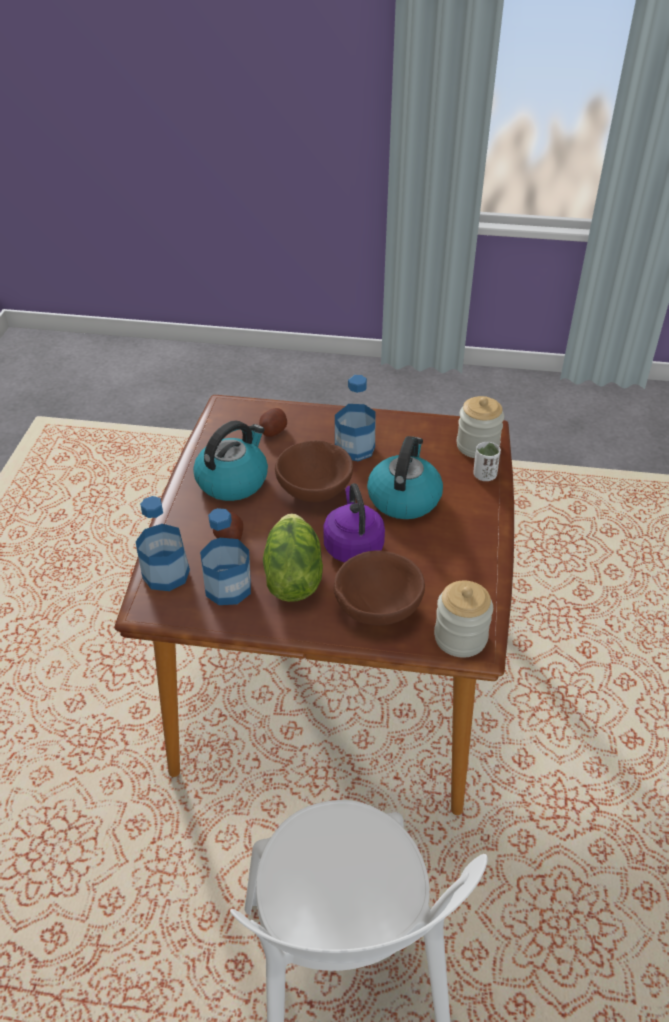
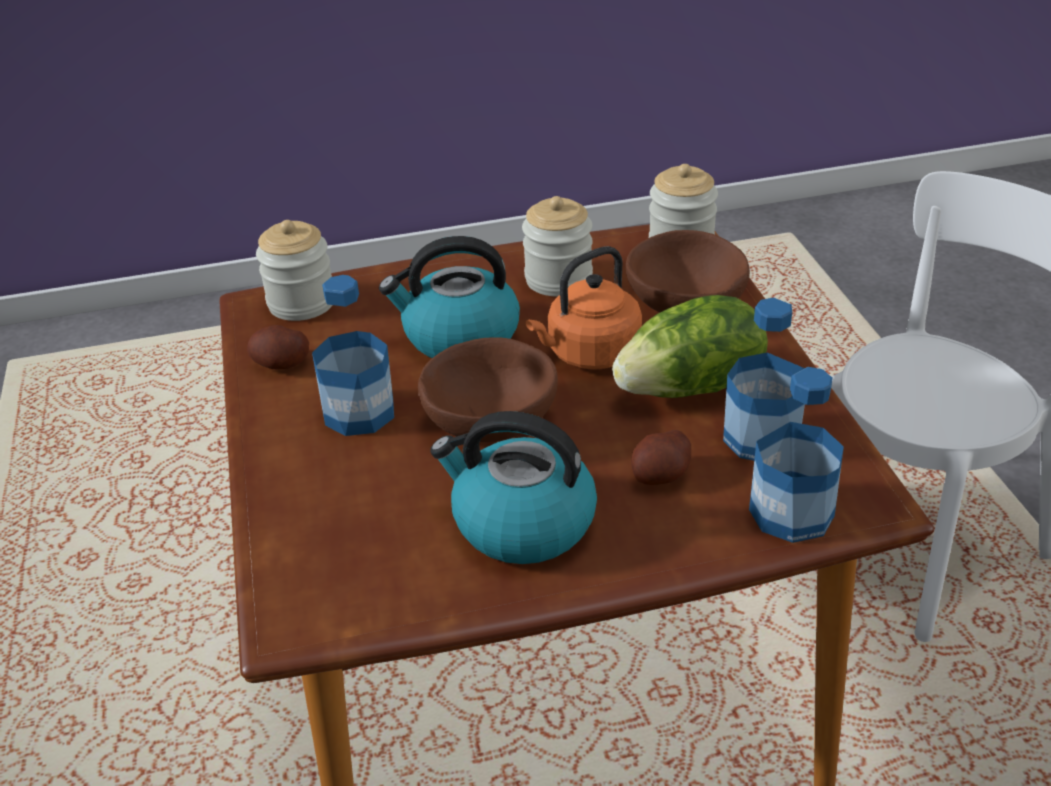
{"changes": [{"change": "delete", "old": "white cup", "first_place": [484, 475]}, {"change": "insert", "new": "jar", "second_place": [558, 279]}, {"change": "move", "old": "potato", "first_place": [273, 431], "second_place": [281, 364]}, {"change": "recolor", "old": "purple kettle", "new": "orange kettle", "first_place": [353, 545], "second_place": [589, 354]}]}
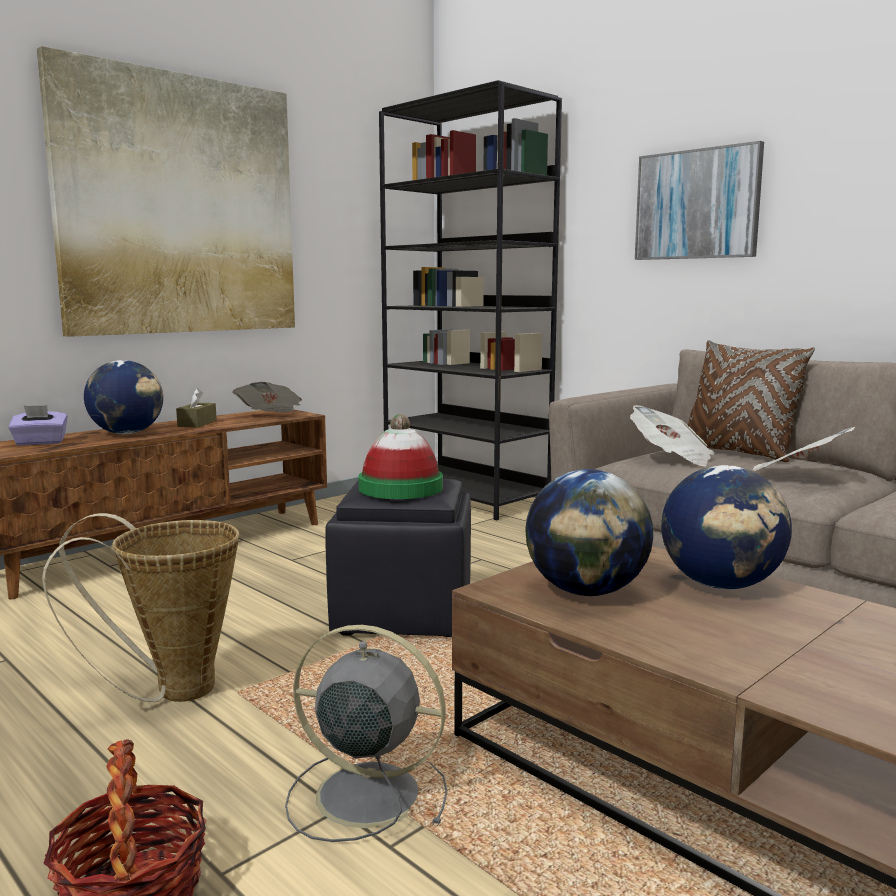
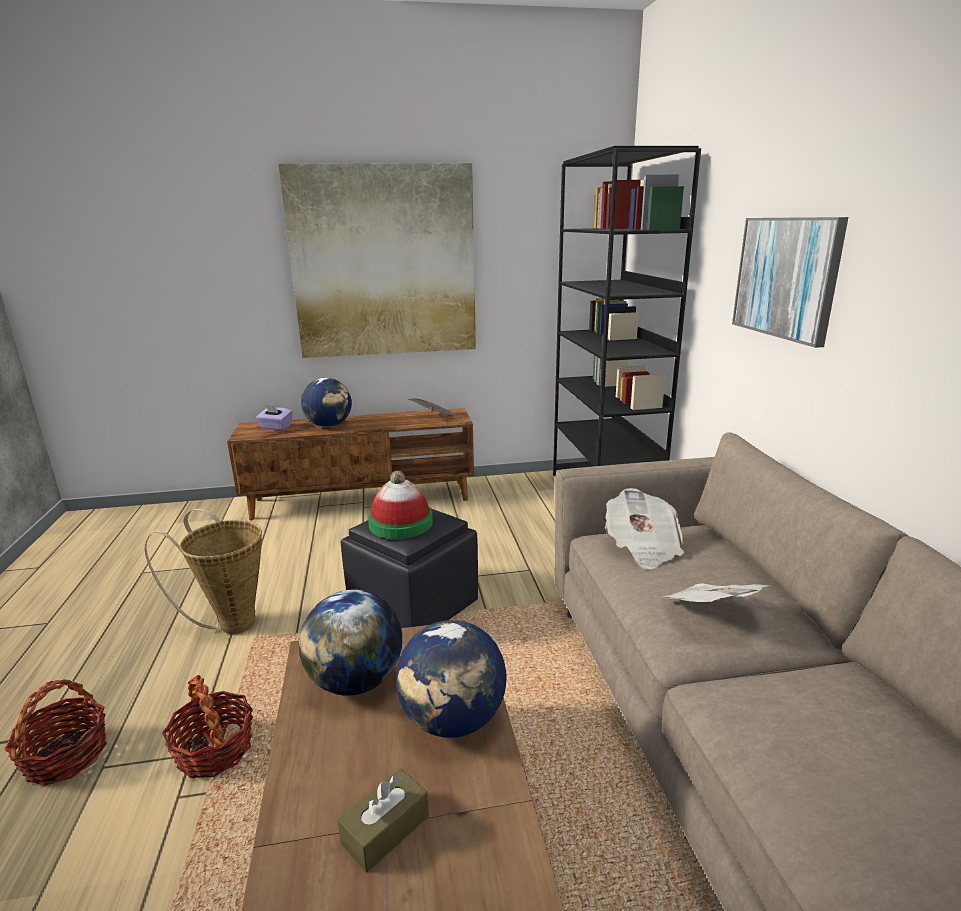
{"changes": [{"change": "delete", "old": "brown pillow", "first_place": [738, 453]}, {"change": "move", "old": "brown tissue box", "first_place": [197, 423], "second_place": [385, 830]}, {"change": "replace", "old": "grey fan", "new": "basket", "first_place": [364, 793], "second_place": [214, 750]}]}
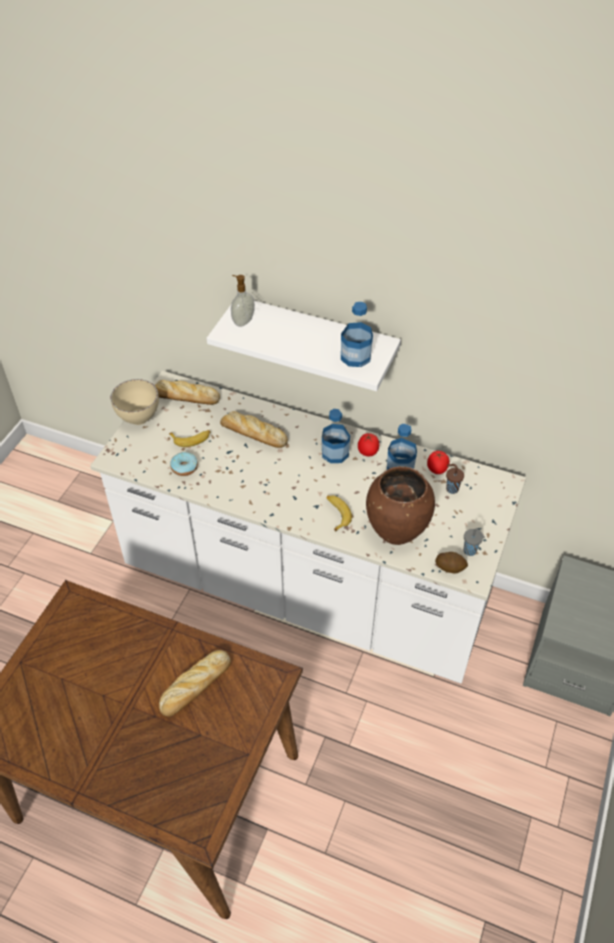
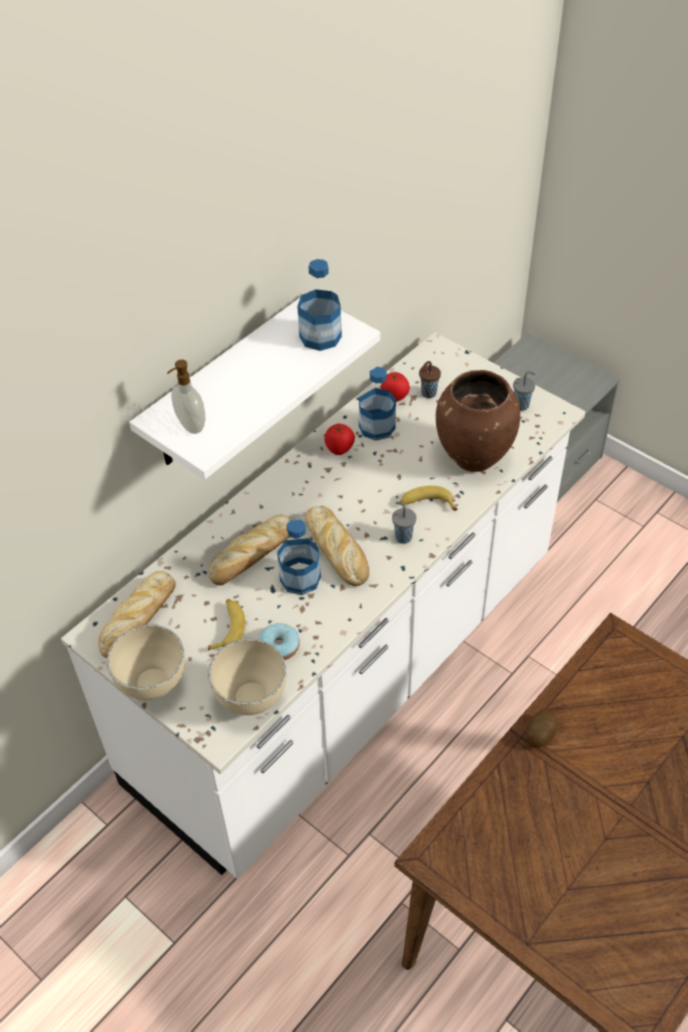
{"changes": [{"change": "insert", "new": "beige bowl", "second_place": [253, 701]}, {"change": "insert", "new": "grey cup", "second_place": [402, 536]}, {"change": "move", "old": "bread", "first_place": [194, 687], "second_place": [337, 551]}, {"change": "move", "old": "bottle", "first_place": [335, 453], "second_place": [300, 578]}, {"change": "move", "old": "potato", "first_place": [450, 567], "second_place": [540, 734]}]}
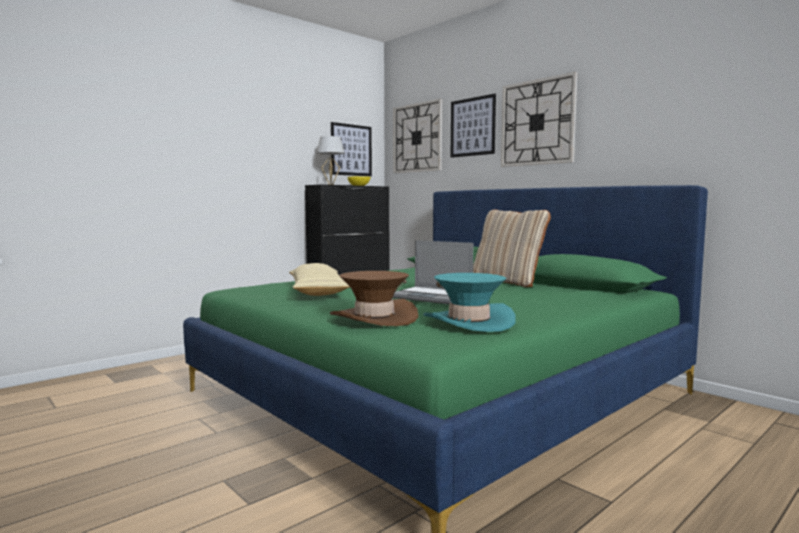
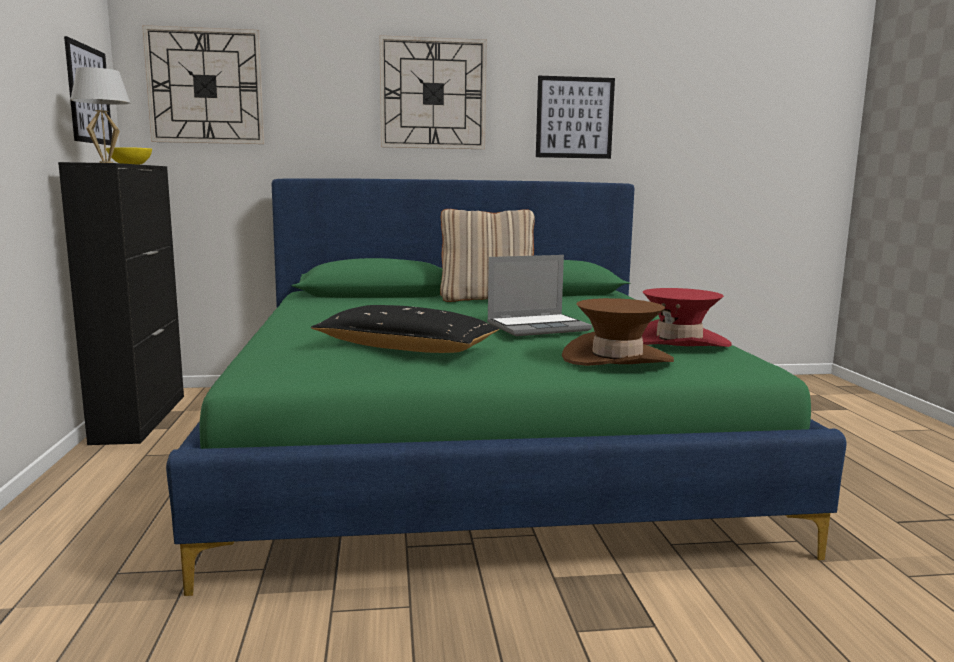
{"changes": [{"change": "move", "old": "picture", "first_place": [472, 127], "second_place": [574, 117]}, {"change": "recolor", "old": "beige pillow", "new": "black pillow", "first_place": [317, 291], "second_place": [406, 348]}, {"change": "recolor", "old": "turquoise hat", "new": "red hat", "first_place": [469, 321], "second_place": [678, 342]}]}
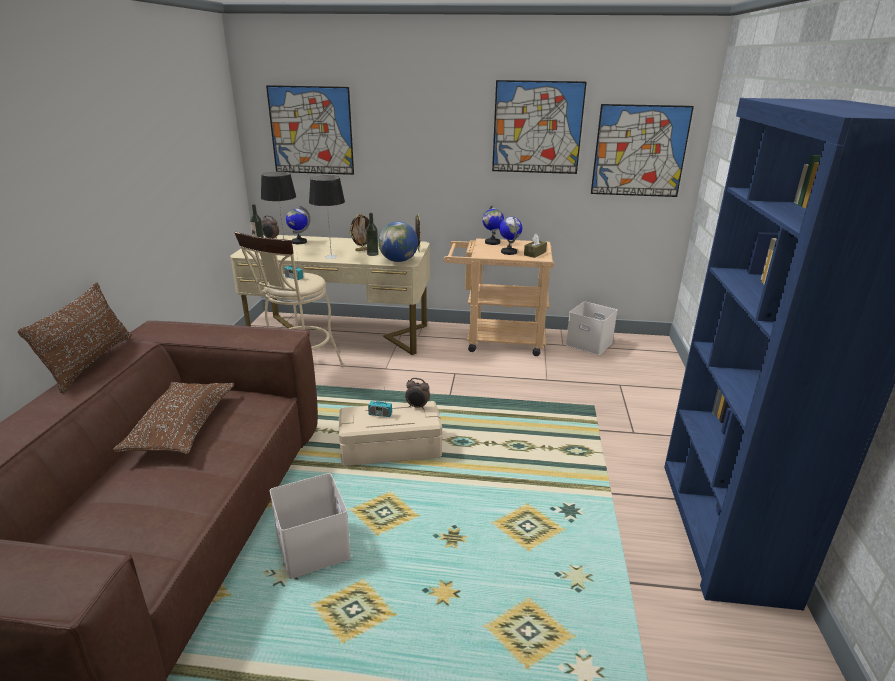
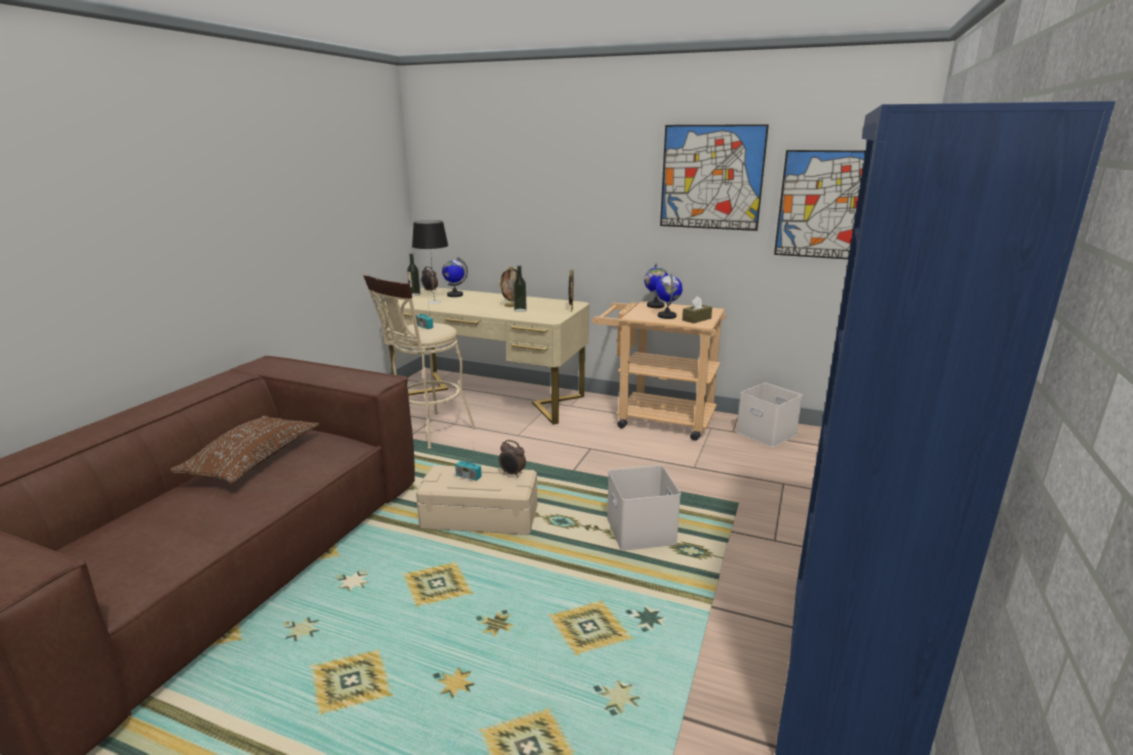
{"changes": [{"change": "delete", "old": "brown pillow", "first_place": [90, 362]}, {"change": "delete", "old": "picture", "first_place": [311, 130]}, {"change": "delete", "old": "table lamp", "first_place": [331, 257]}, {"change": "delete", "old": "globe", "first_place": [398, 261]}, {"change": "move", "old": "white storage box", "first_place": [315, 548], "second_place": [642, 532]}]}
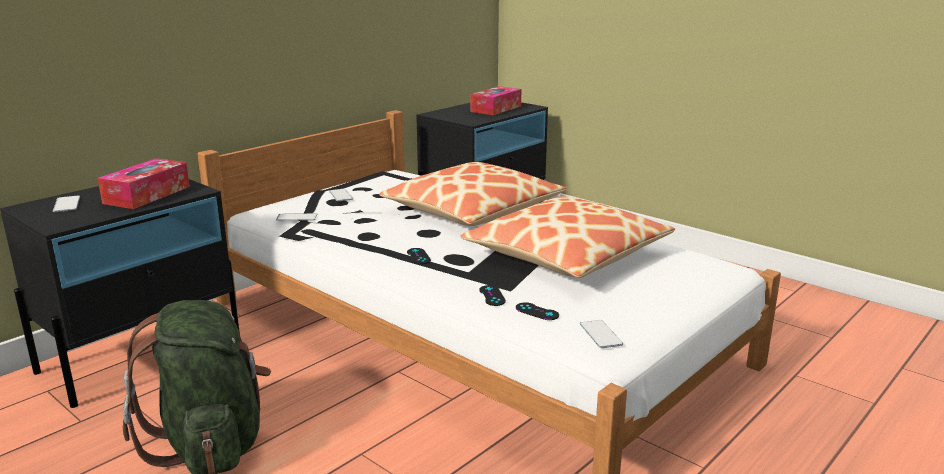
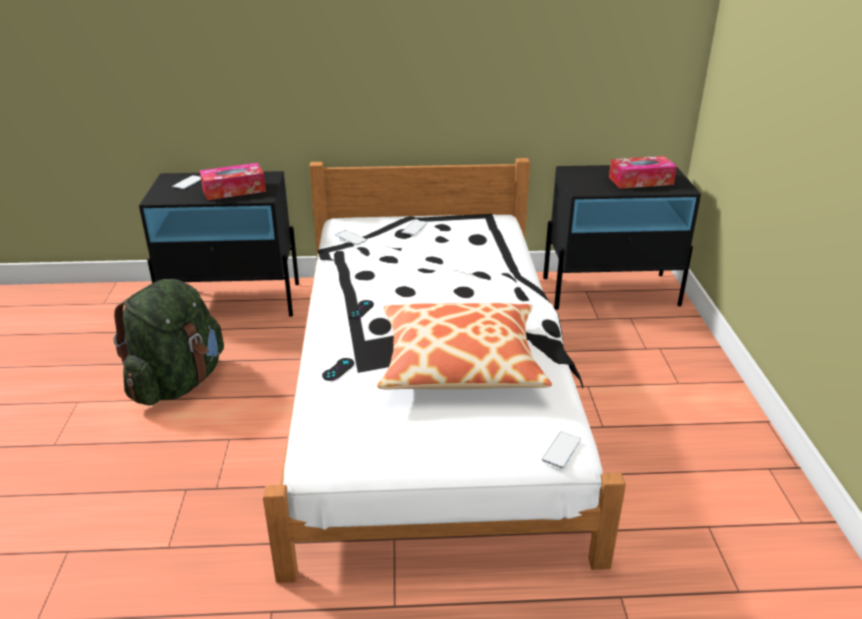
{"changes": [{"change": "delete", "old": "pillow", "first_place": [473, 211]}, {"change": "delete", "old": "black game controller", "first_place": [537, 311]}, {"change": "move", "old": "phone", "first_place": [600, 334], "second_place": [561, 450]}]}
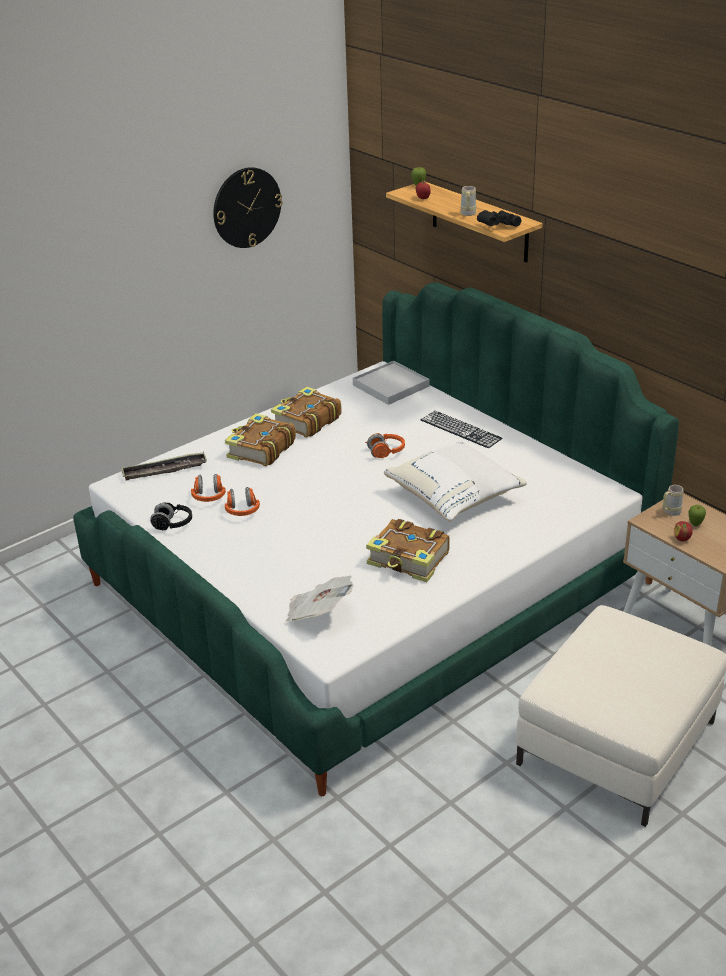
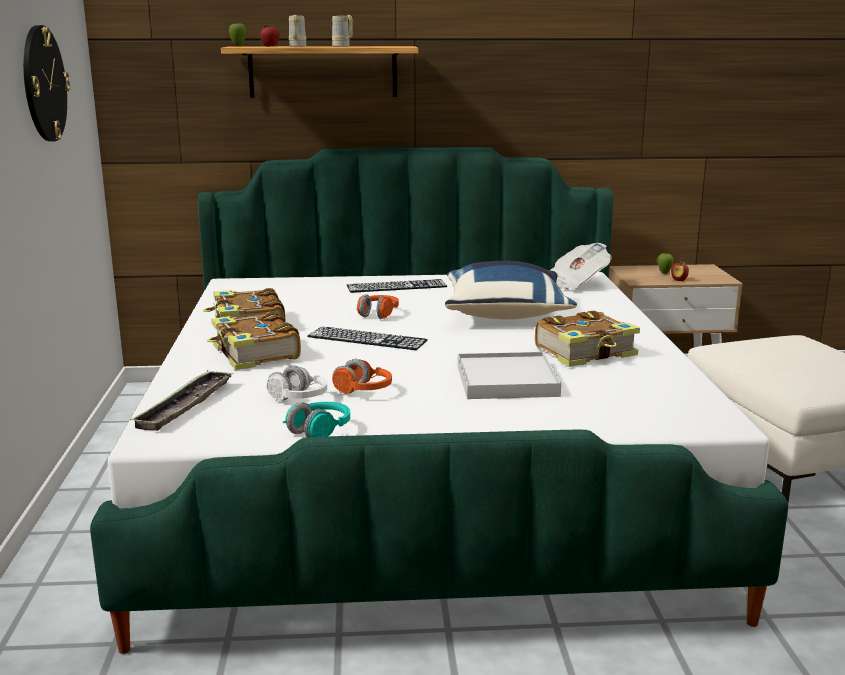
{"changes": [{"change": "delete", "old": "black binoculars", "first_place": [496, 226]}, {"change": "insert", "new": "keyboard", "second_place": [367, 338]}, {"change": "move", "old": "newspaper", "first_place": [318, 613], "second_place": [574, 284]}, {"change": "move", "old": "white tray", "first_place": [391, 385], "second_place": [506, 380]}, {"change": "move", "old": "beige mug", "first_place": [670, 512], "second_place": [297, 46]}, {"change": "recolor", "old": "black headphones", "new": "turquoise headphones", "first_place": [172, 524], "second_place": [319, 431]}, {"change": "recolor", "old": "orange headphones", "new": "white headphones", "first_place": [209, 497], "second_place": [298, 399]}, {"change": "recolor", "old": "white pillow", "new": "blue pillow", "first_place": [455, 497], "second_place": [506, 314]}]}
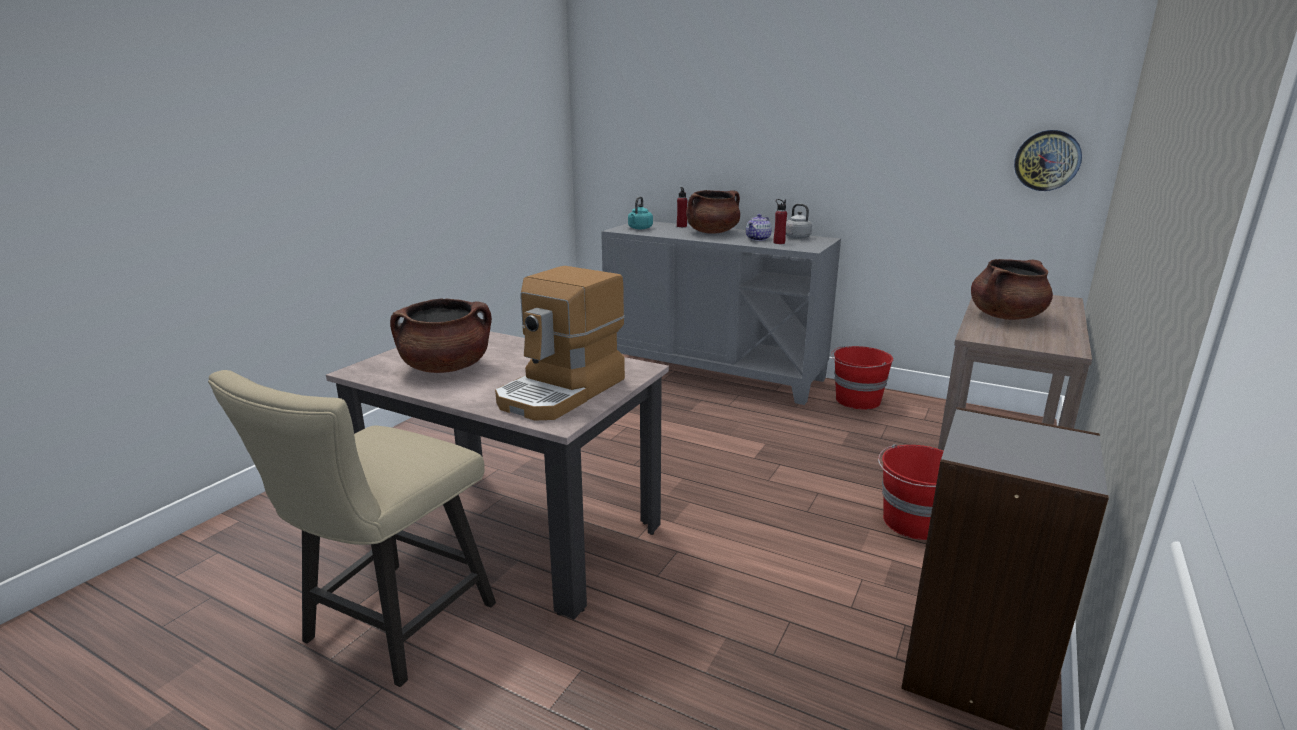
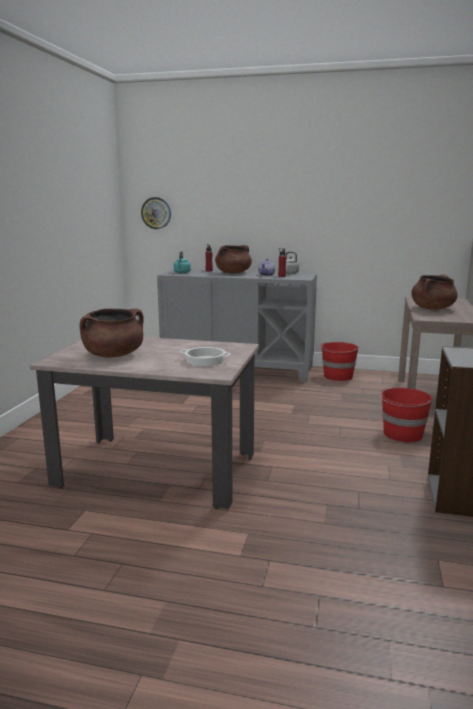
{"changes": [{"change": "delete", "old": "beige chair", "first_place": [389, 629]}, {"change": "move", "old": "wall clock", "first_place": [1047, 160], "second_place": [156, 213]}, {"change": "replace", "old": "coffee machine", "new": "cooking pot", "first_place": [562, 392], "second_place": [205, 360]}]}
